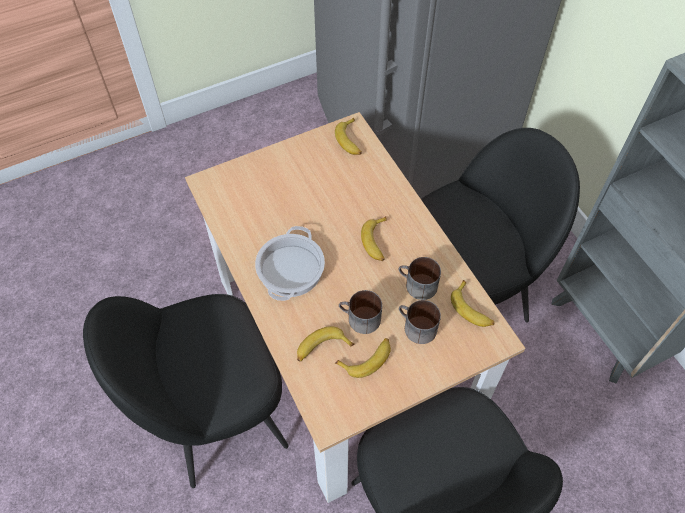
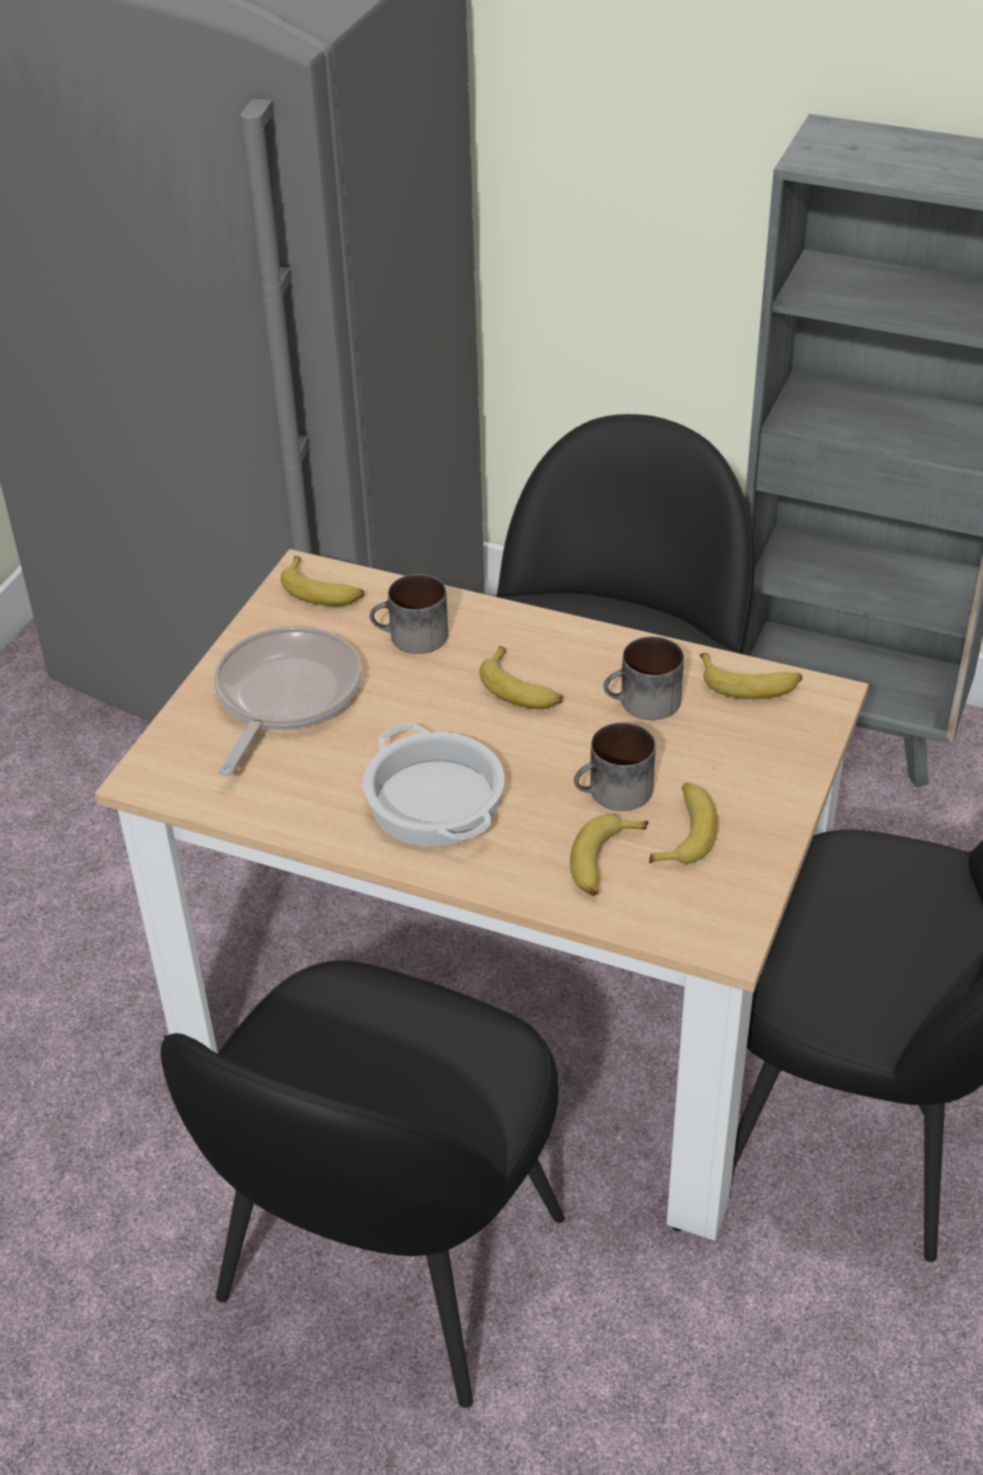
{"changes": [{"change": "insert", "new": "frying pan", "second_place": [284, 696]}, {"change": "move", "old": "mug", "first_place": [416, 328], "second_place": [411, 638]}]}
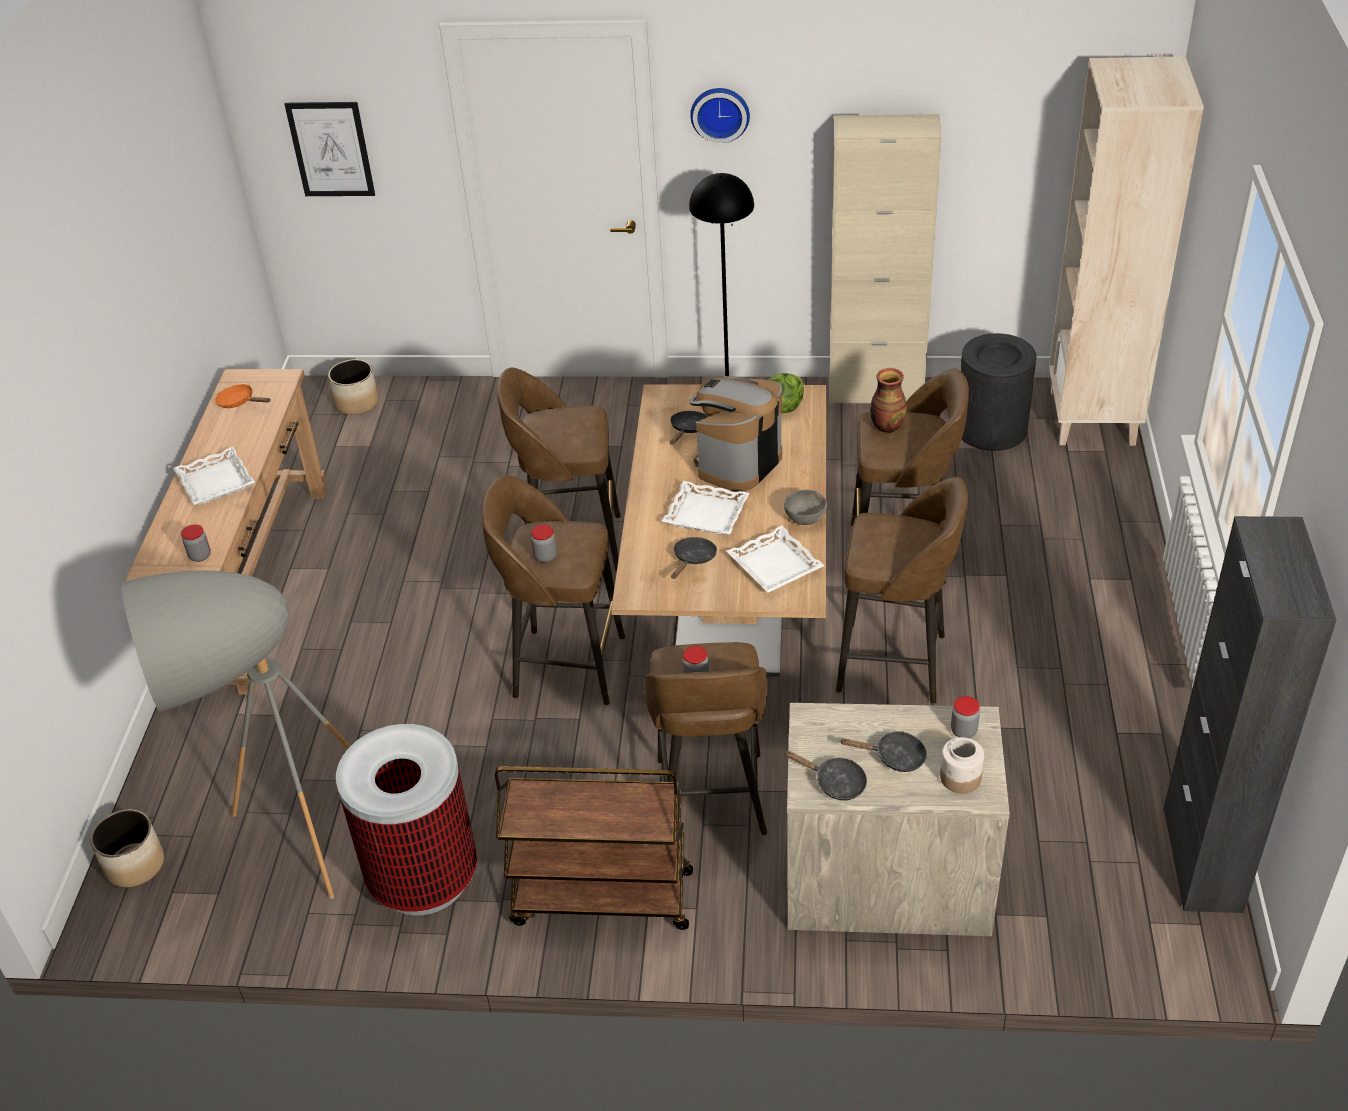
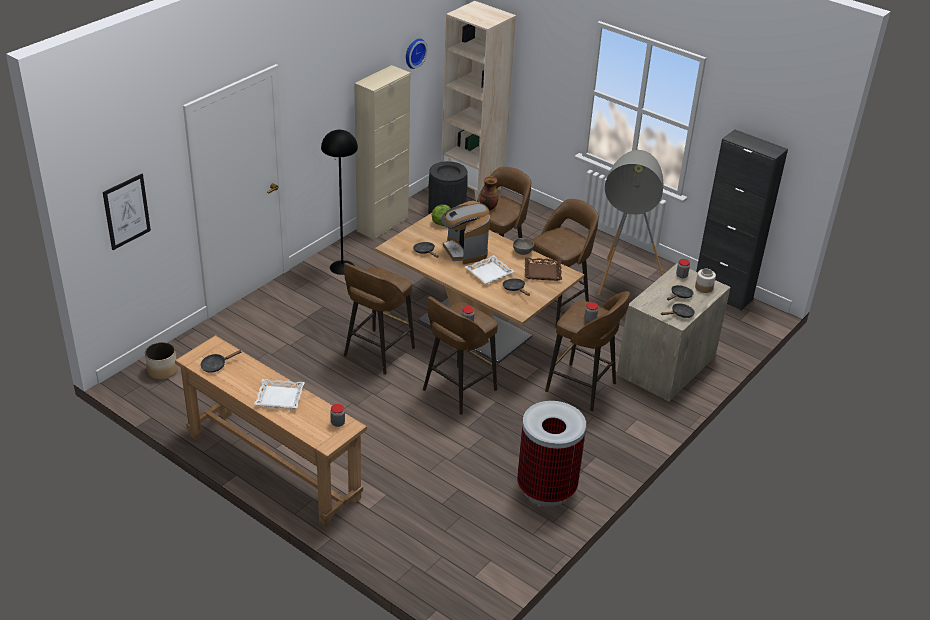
{"changes": [{"change": "delete", "old": "planter", "first_place": [134, 865]}, {"change": "delete", "old": "brown cart", "first_place": [601, 899]}, {"change": "move", "old": "grey floor lamp", "first_place": [281, 834], "second_place": [621, 287]}, {"change": "move", "old": "wall clock", "first_place": [720, 113], "second_place": [414, 52]}, {"change": "recolor", "old": "orange frying pan", "new": "black frying pan", "first_place": [239, 402], "second_place": [216, 365]}, {"change": "recolor", "old": "white tray", "new": "brown tray", "first_place": [774, 565], "second_place": [542, 272]}]}
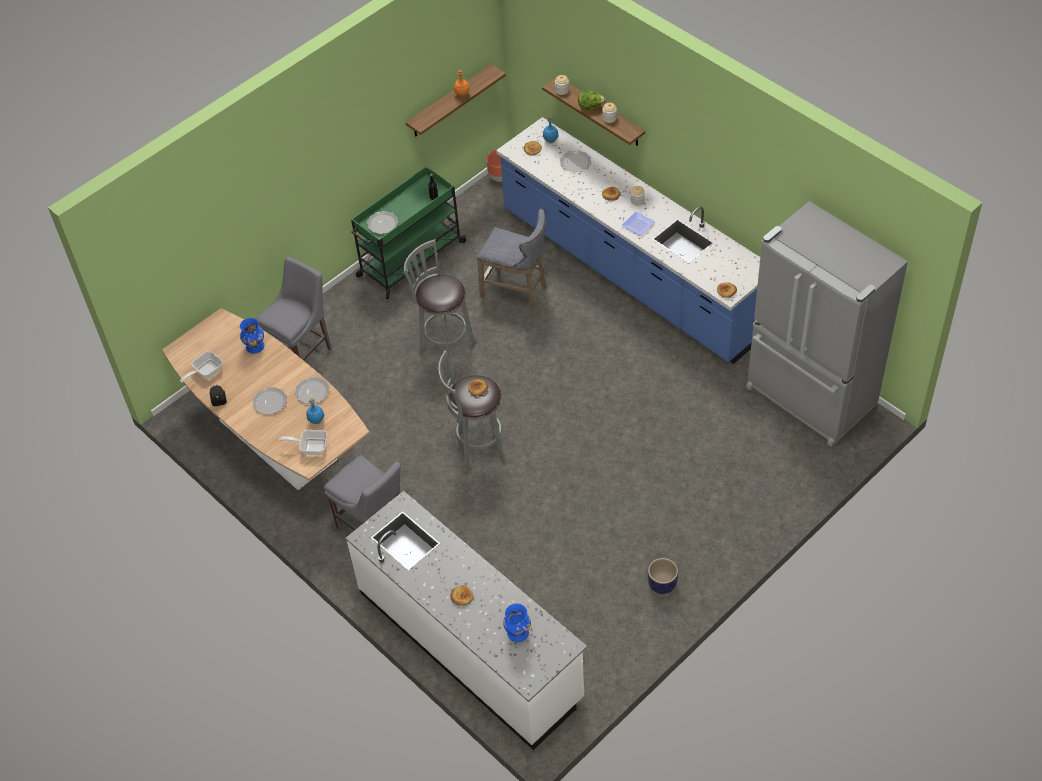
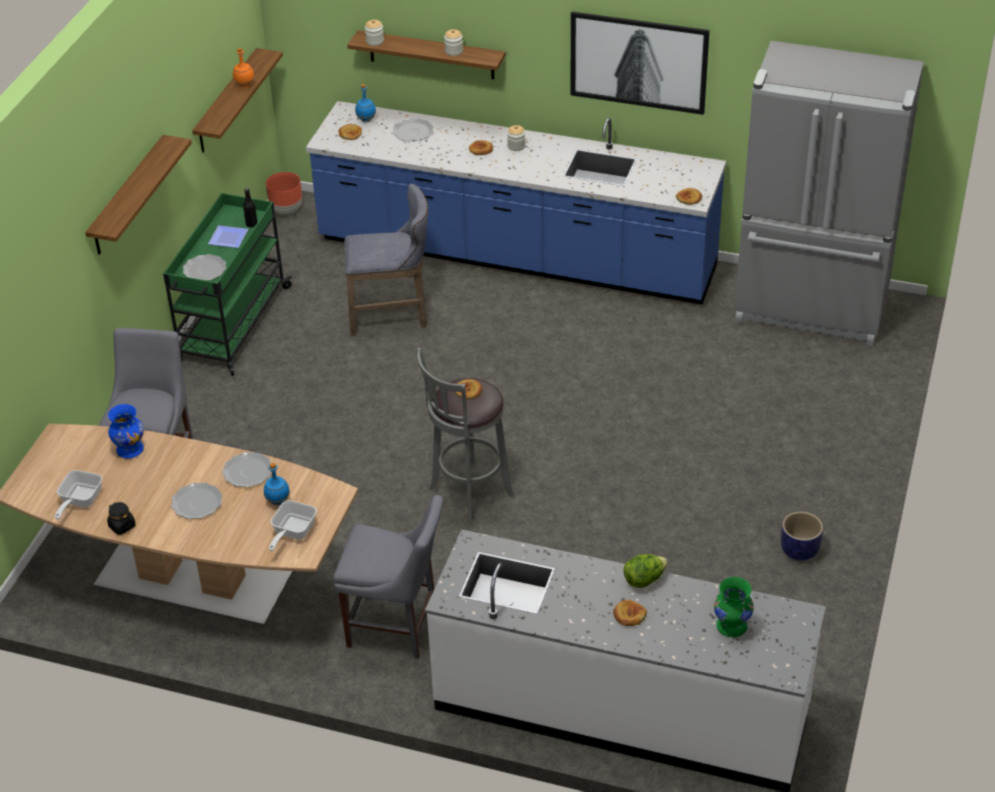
{"changes": [{"change": "delete", "old": "grey stool", "first_place": [444, 346]}, {"change": "insert", "new": "shelf", "second_place": [128, 197]}, {"change": "insert", "new": "picture", "second_place": [638, 62]}, {"change": "move", "old": "lettuce", "first_place": [590, 107], "second_place": [644, 579]}, {"change": "move", "old": "plate", "first_place": [637, 225], "second_place": [227, 239]}, {"change": "recolor", "old": "blue vase", "new": "green vase", "first_place": [518, 633], "second_place": [732, 626]}, {"change": "rotate", "old": "frying pan", "first_place": [310, 447], "second_place": [292, 533], "degrees": -45}]}
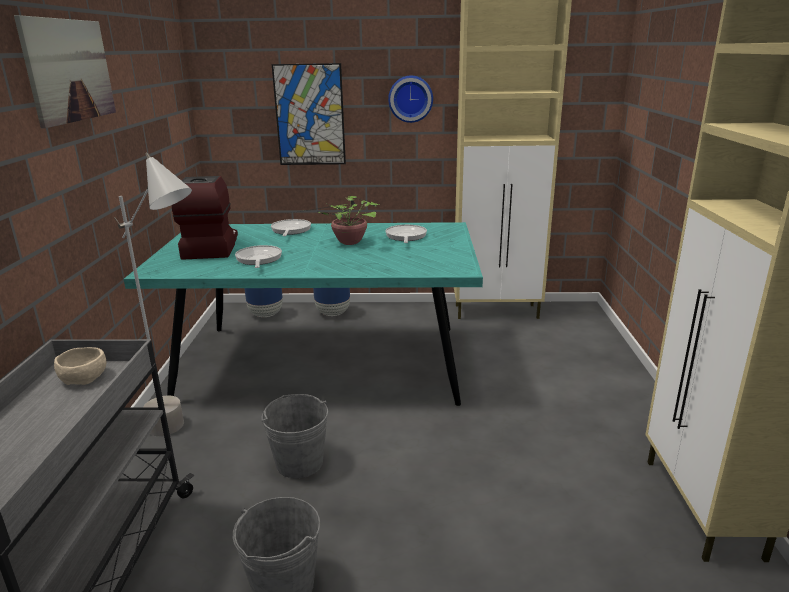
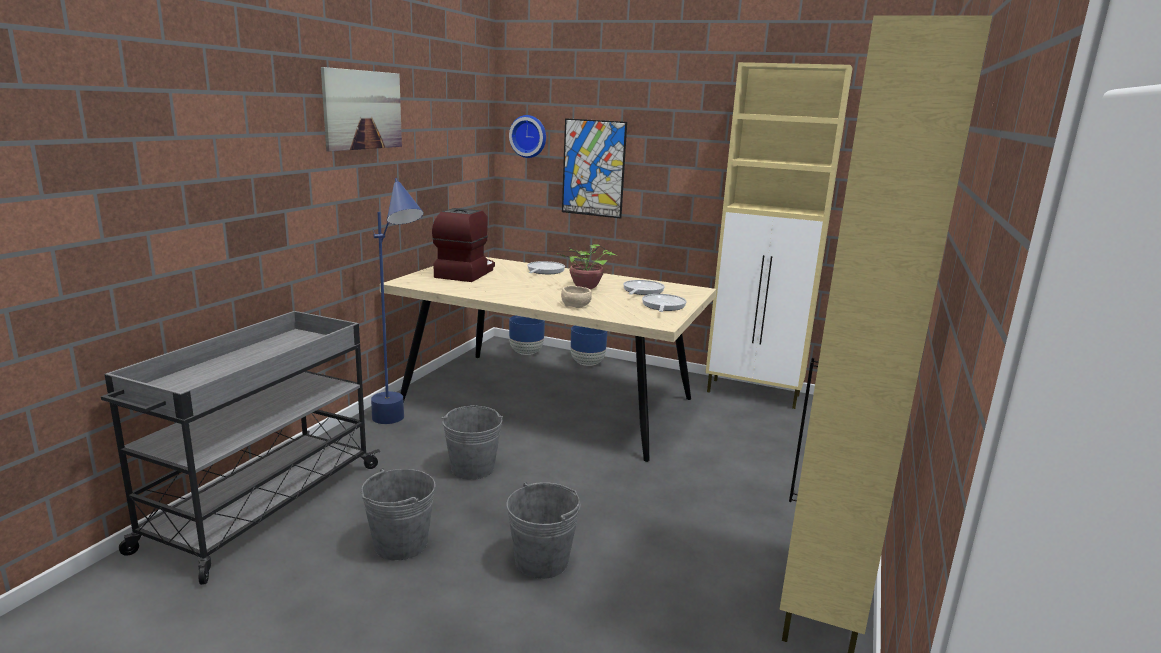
{"changes": [{"change": "insert", "new": "grey bucket", "second_place": [541, 561]}, {"change": "move", "old": "beige bowl", "first_place": [85, 377], "second_place": [576, 305]}, {"change": "move", "old": "frying pan", "first_place": [258, 259], "second_place": [663, 306]}, {"change": "move", "old": "wall clock", "first_place": [410, 99], "second_place": [529, 136]}, {"change": "recolor", "old": "grey floor lamp", "new": "blue floor lamp", "first_place": [186, 434], "second_place": [399, 427]}, {"change": "recolor", "old": "turquoise dining table", "new": "beige dining table", "first_place": [322, 363], "second_place": [547, 401]}]}
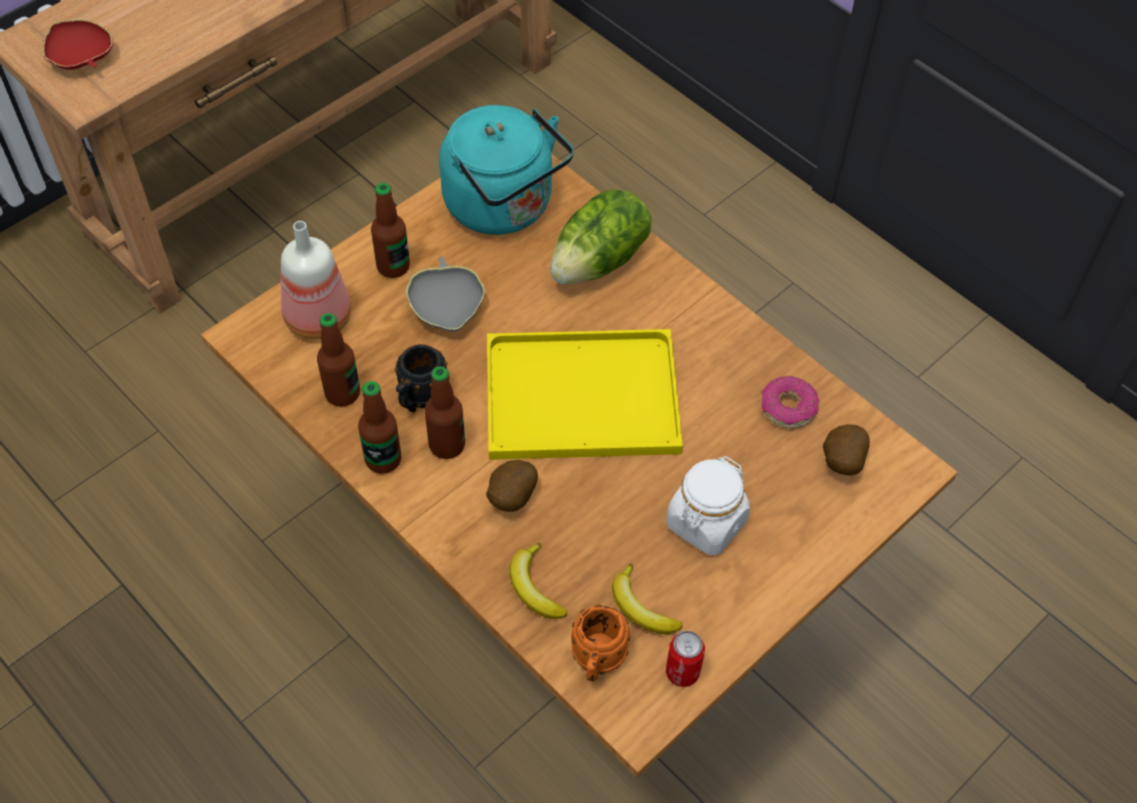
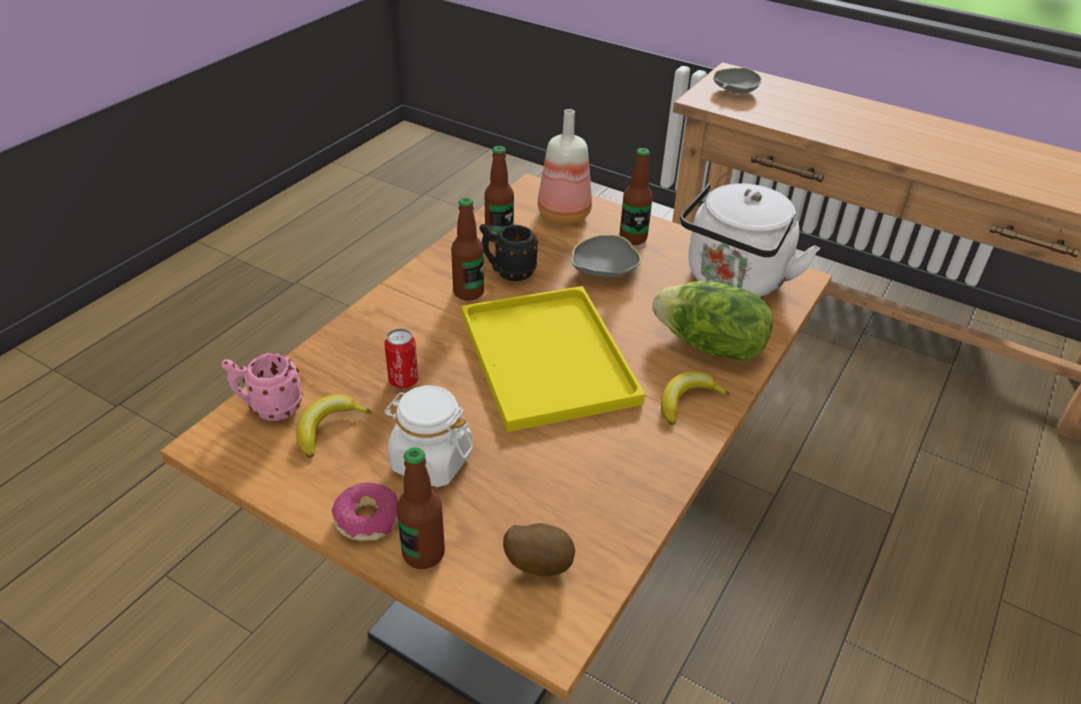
{"changes": [{"change": "delete", "old": "potato", "first_place": [510, 498]}, {"change": "move", "old": "bottle", "first_place": [383, 459], "second_place": [423, 553]}, {"change": "move", "old": "banana", "first_place": [535, 587], "second_place": [687, 401]}, {"change": "move", "old": "can", "first_place": [682, 672], "second_place": [403, 380]}, {"change": "move", "old": "donut", "first_place": [787, 408], "second_place": [367, 519]}, {"change": "recolor", "old": "red bowl", "new": "grey bowl", "first_place": [81, 58], "second_place": [735, 91]}, {"change": "recolor", "old": "turquoise kettle", "new": "white kettle", "first_place": [504, 207], "second_place": [733, 282]}, {"change": "recolor", "old": "orange mug", "new": "pink mug", "first_place": [596, 662], "second_place": [269, 408]}]}
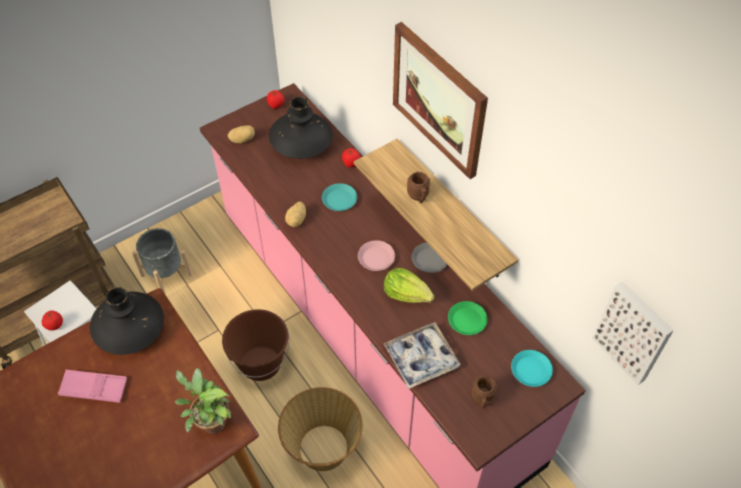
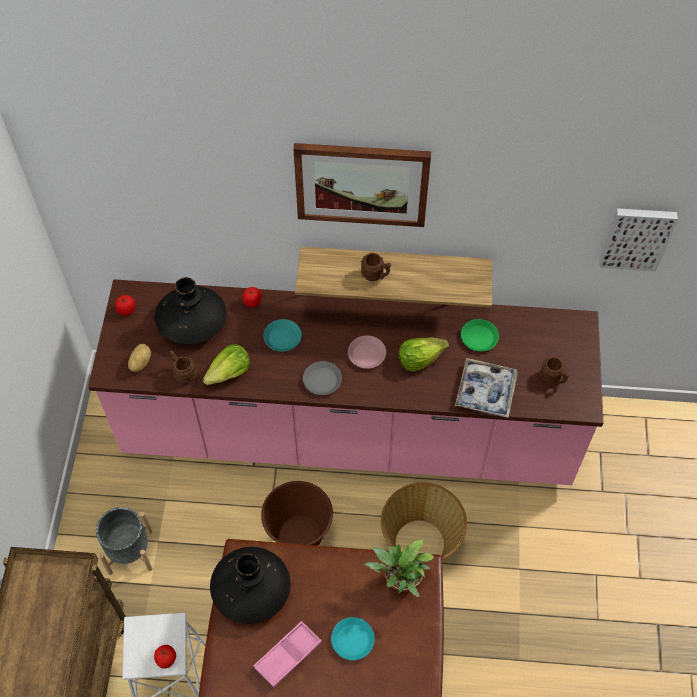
{"changes": [{"change": "delete", "old": "potato", "first_place": [297, 220]}, {"change": "insert", "new": "brown mug", "second_place": [183, 373]}, {"change": "insert", "new": "lettuce", "second_place": [229, 373]}, {"change": "move", "old": "grey plate", "first_place": [430, 260], "second_place": [322, 380]}, {"change": "move", "old": "turquoise plate", "first_place": [530, 370], "second_place": [352, 640]}]}
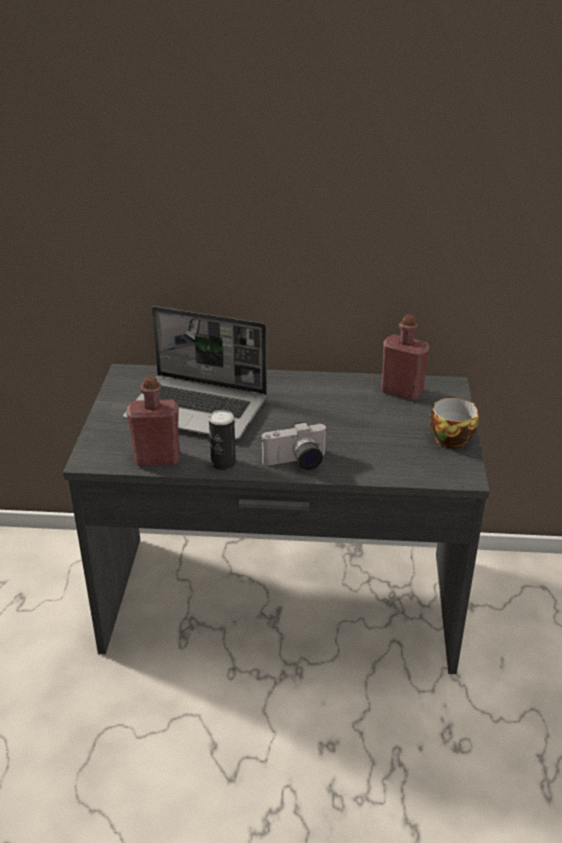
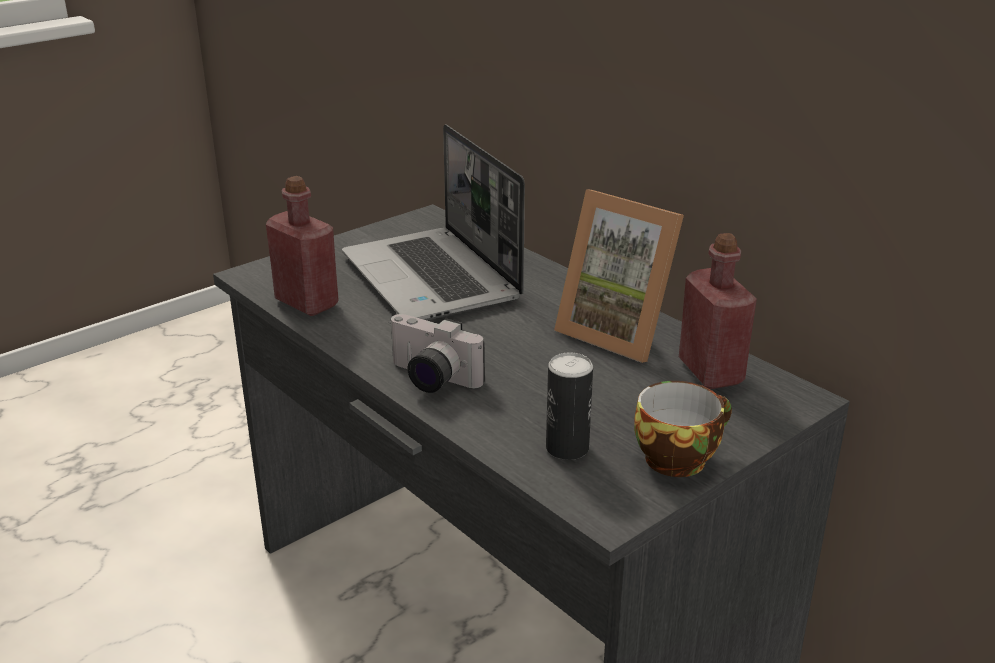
{"changes": [{"change": "insert", "new": "picture frame", "second_place": [619, 332]}, {"change": "move", "old": "can", "first_place": [223, 463], "second_place": [567, 448]}]}
